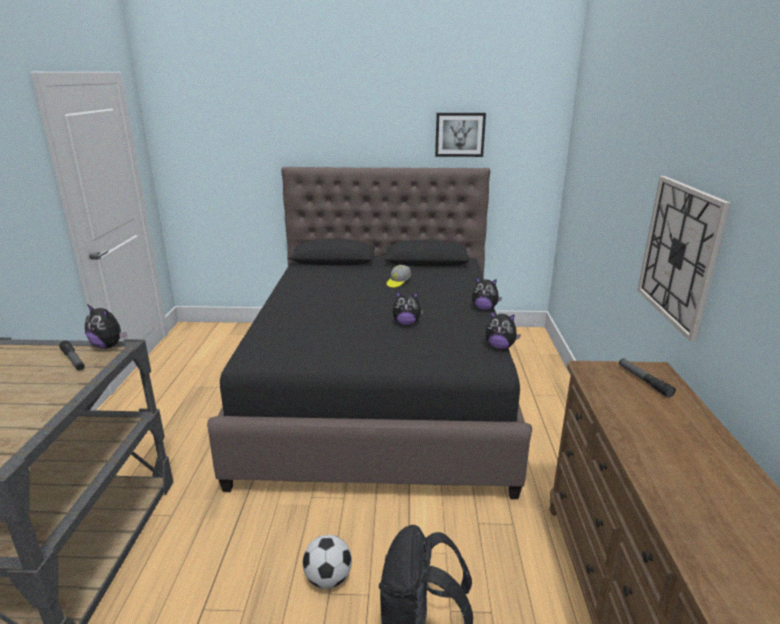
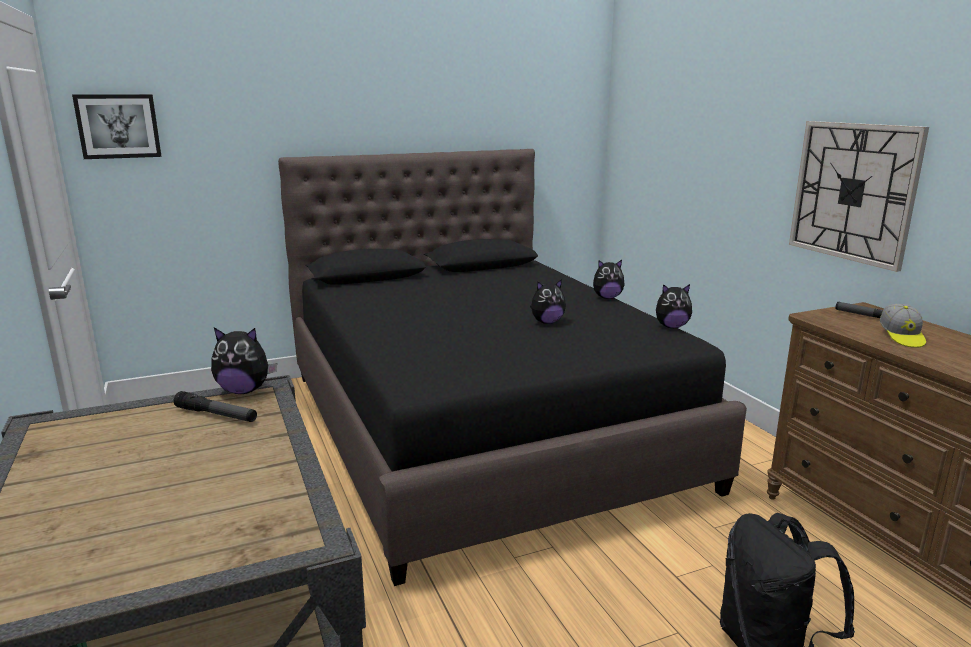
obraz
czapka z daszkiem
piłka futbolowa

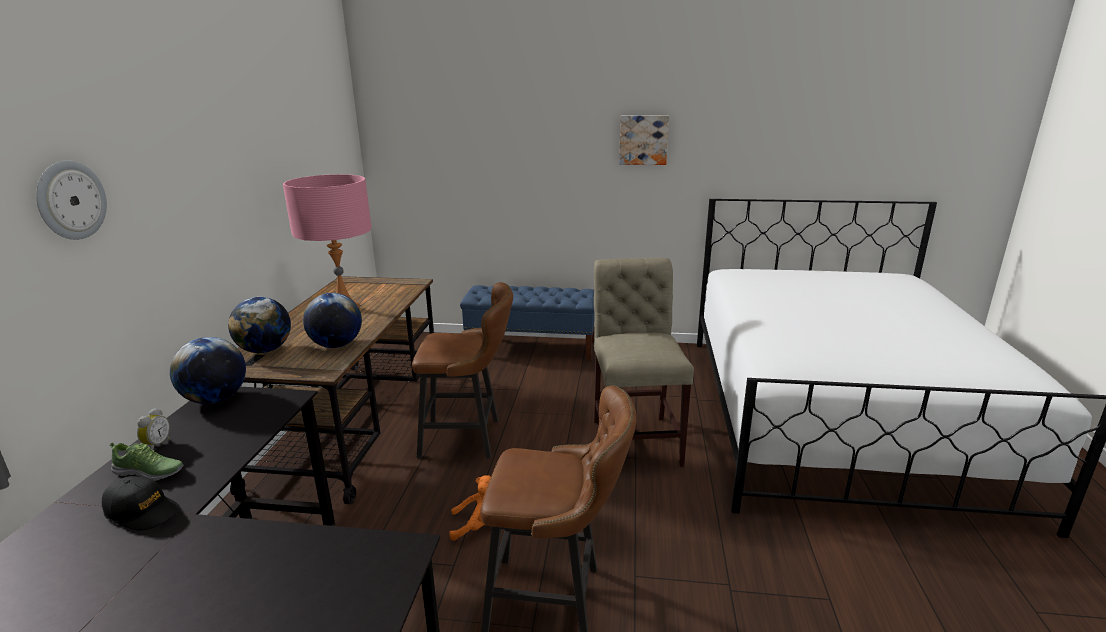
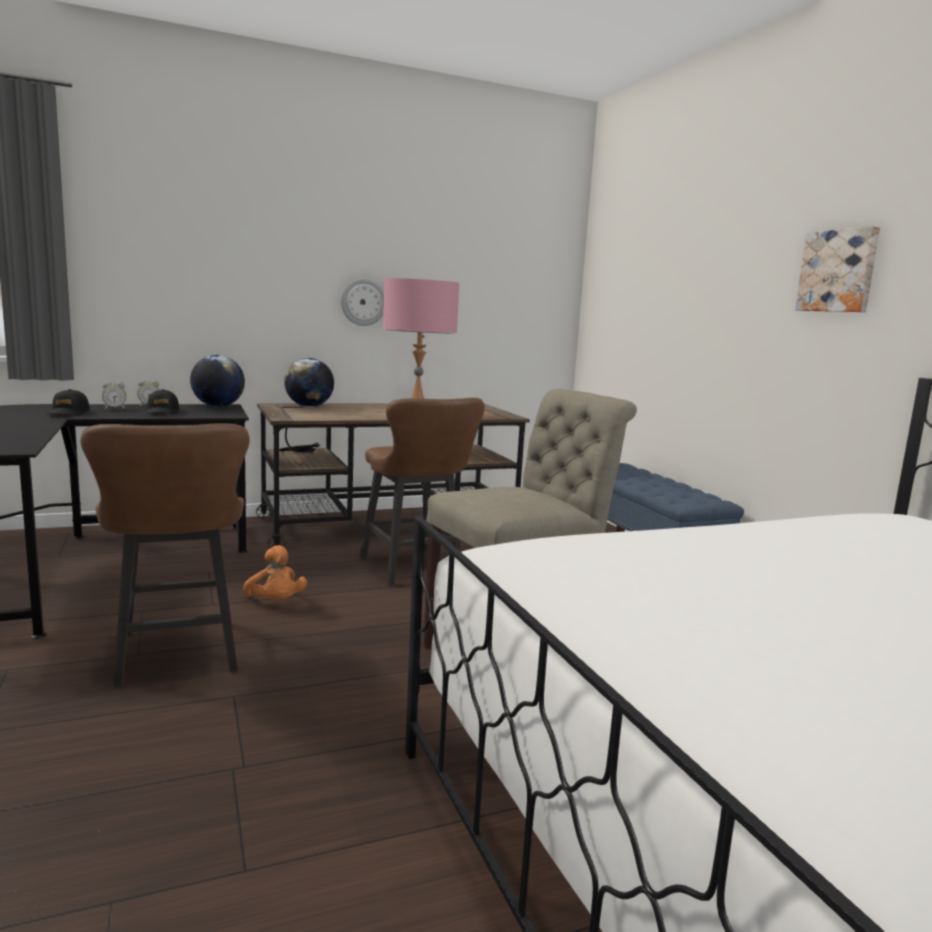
budzik (1st from left)
czapka z daszkiem [czarny] (2nd from left)
zegar ścienny
globus (3rd from left in the first image)

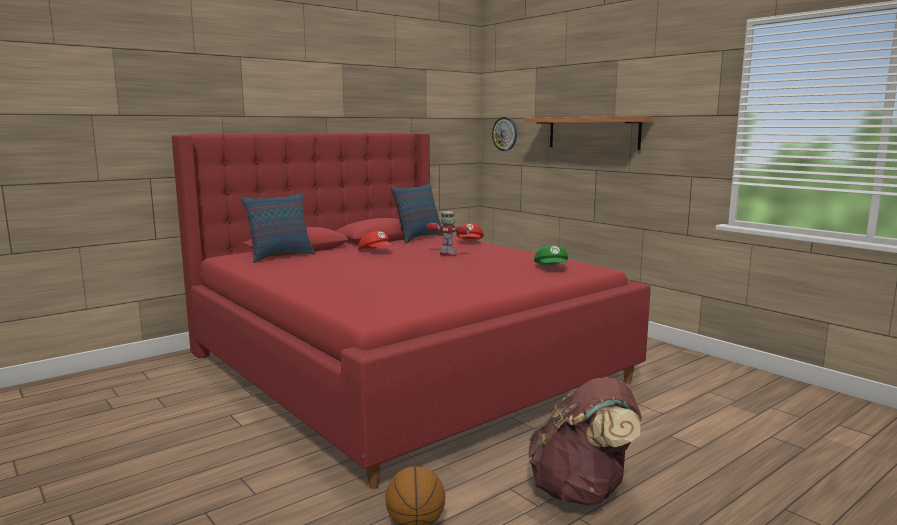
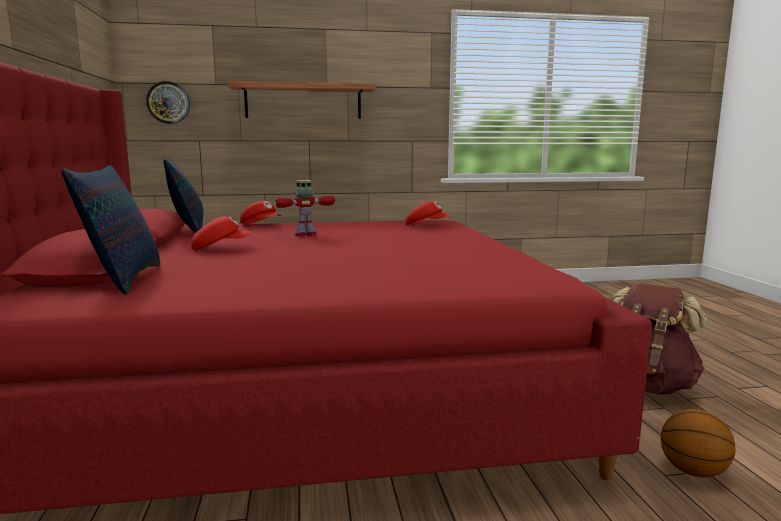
czapka z daszkiem [czerwony] (3rd from left)

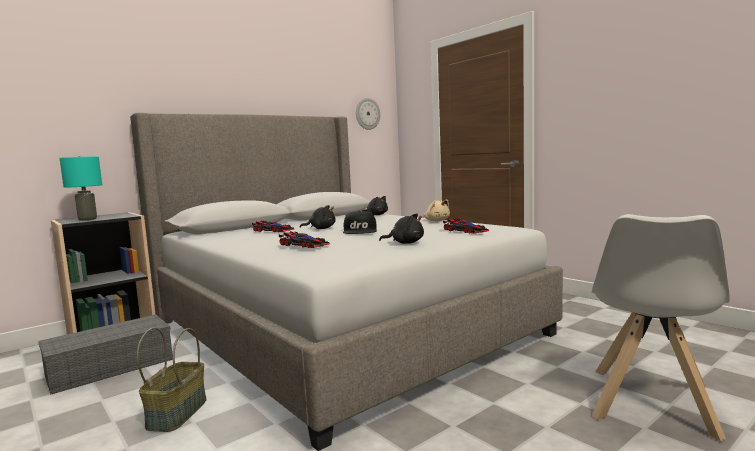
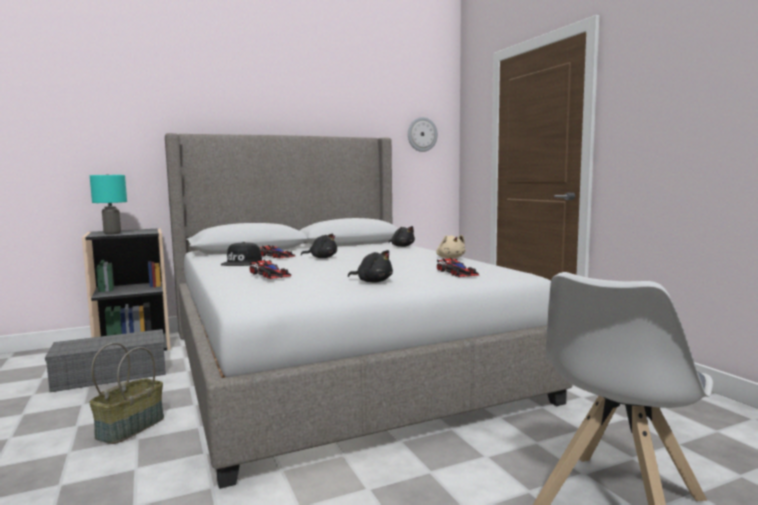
czapka z daszkiem [czarny]

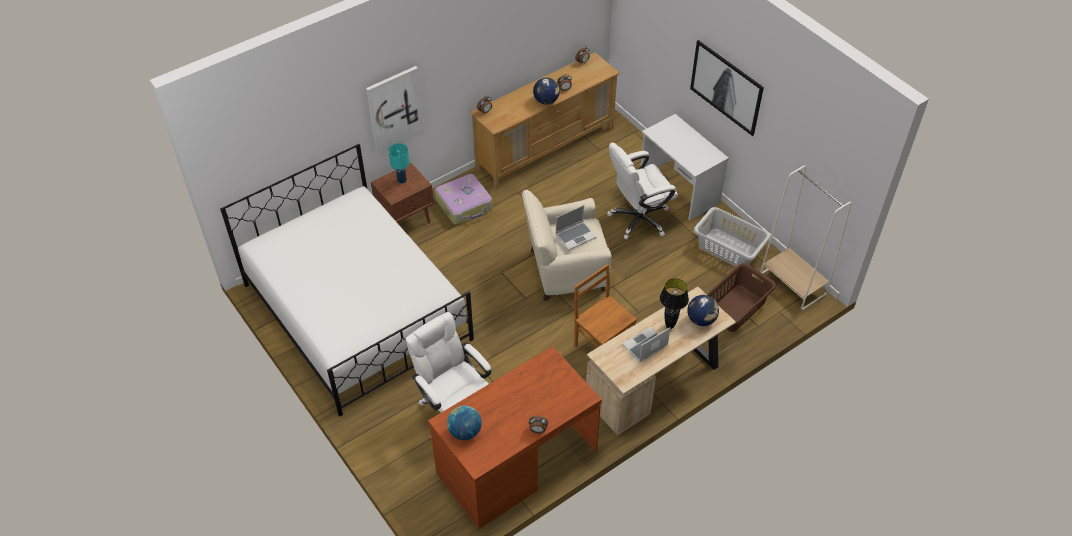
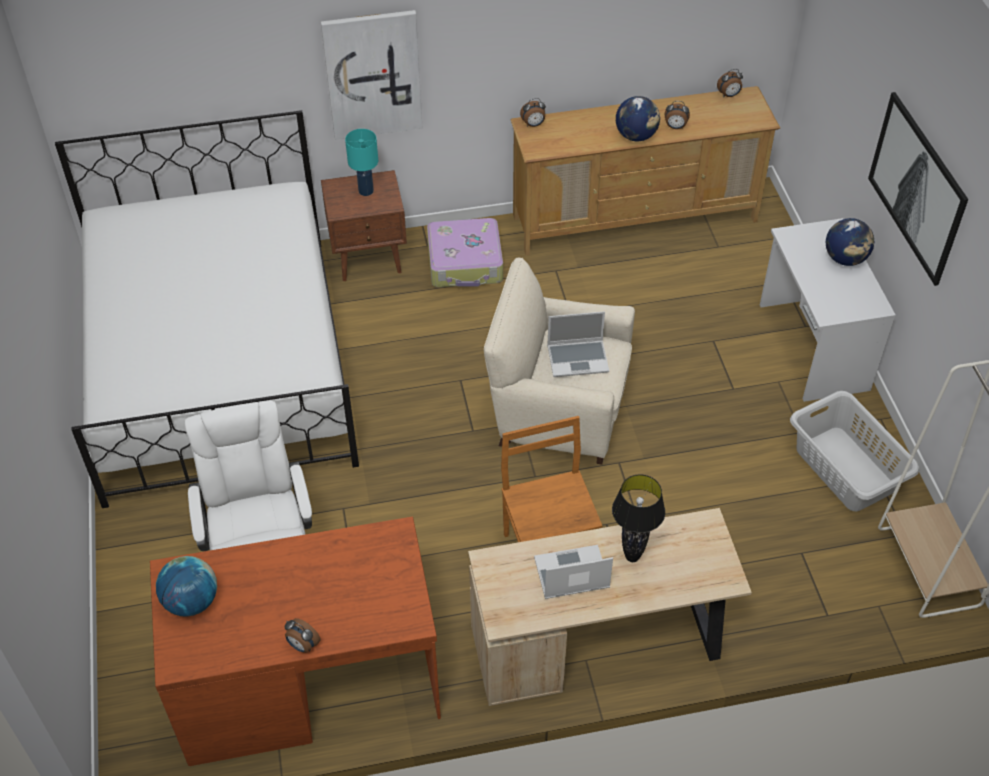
globus (3rd from left)
krzesło biurowe [biały] (2nd from left in the first image)
kosz na pranie [brązowy]

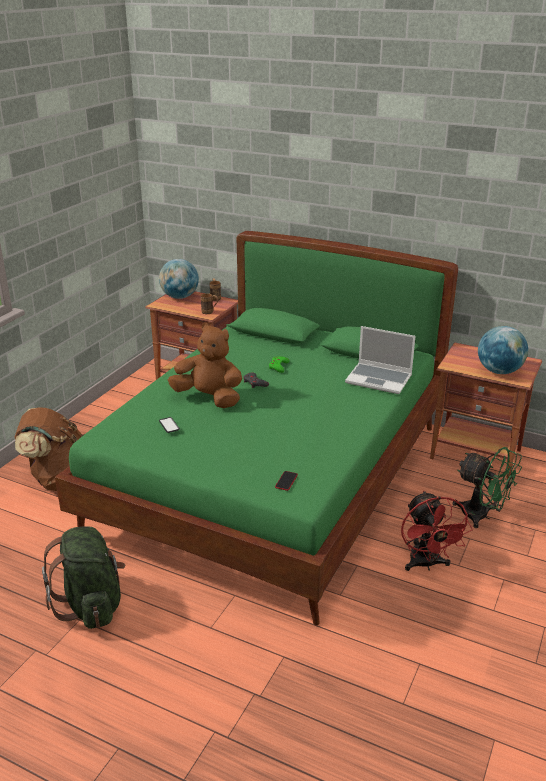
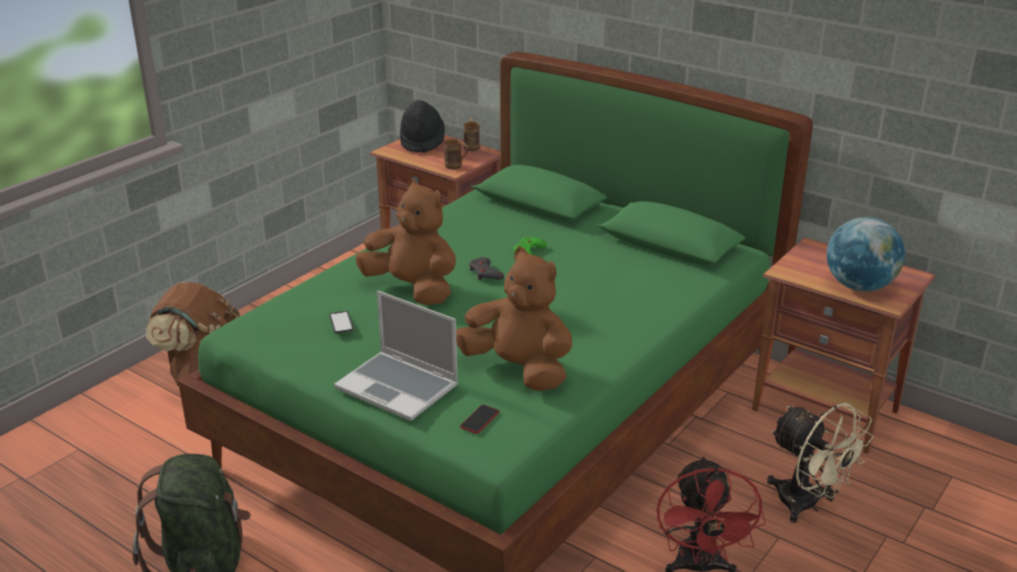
laptop
kapelusz [czarny]
pluszak [brązowy] (2nd from left)
wentylator [beżowy]

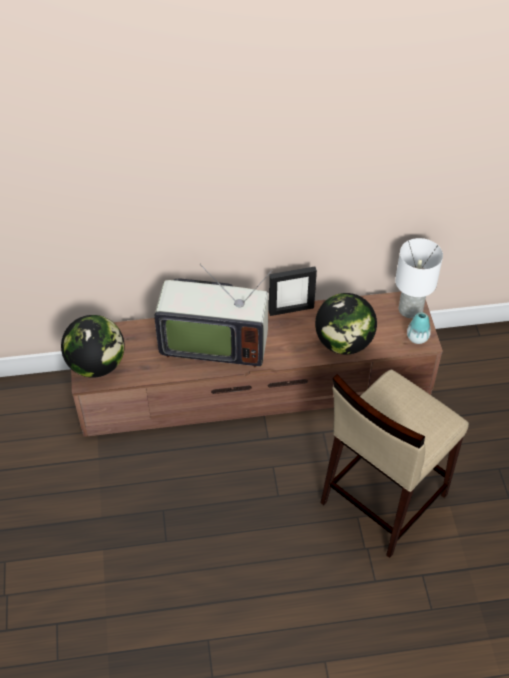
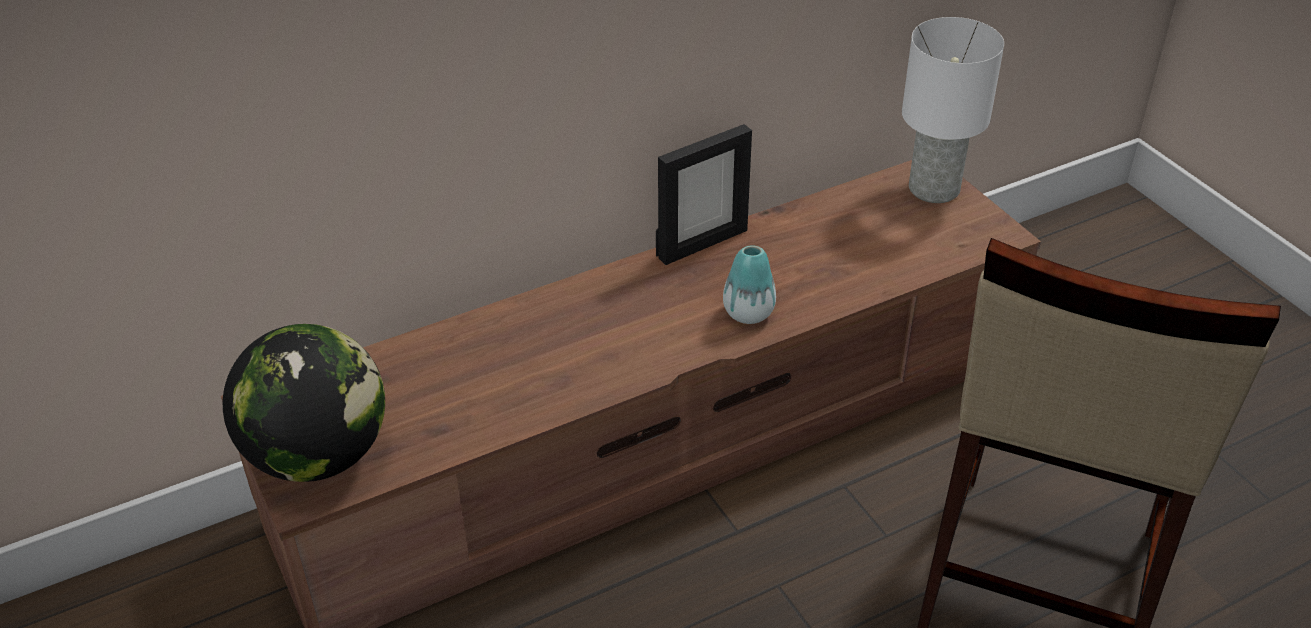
wazon
telewizor
globus (2nd from left in the first image)

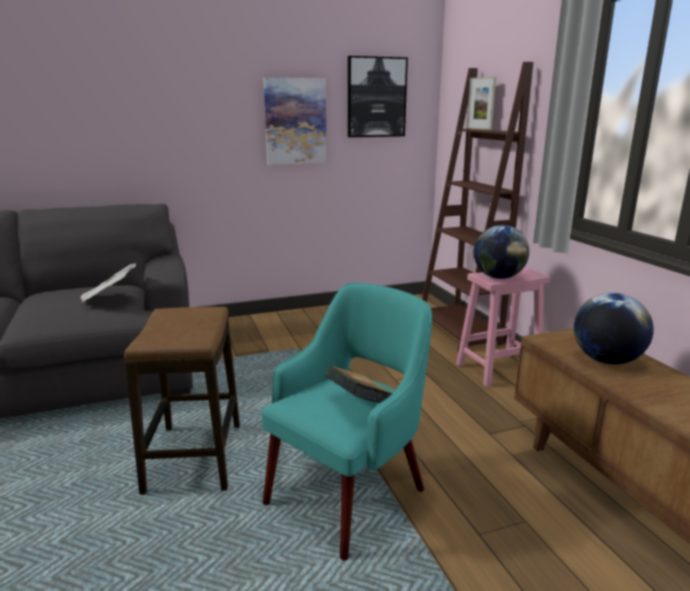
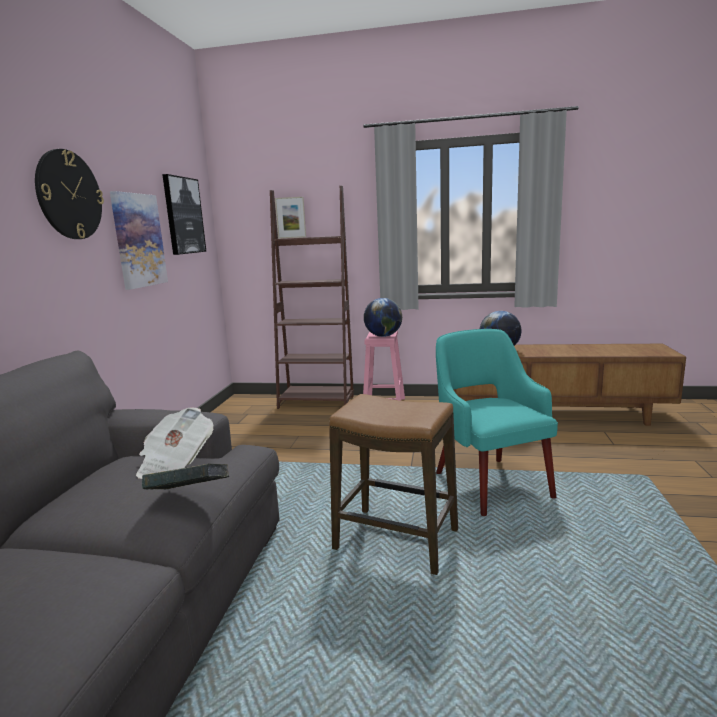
zegar ścienny
książka

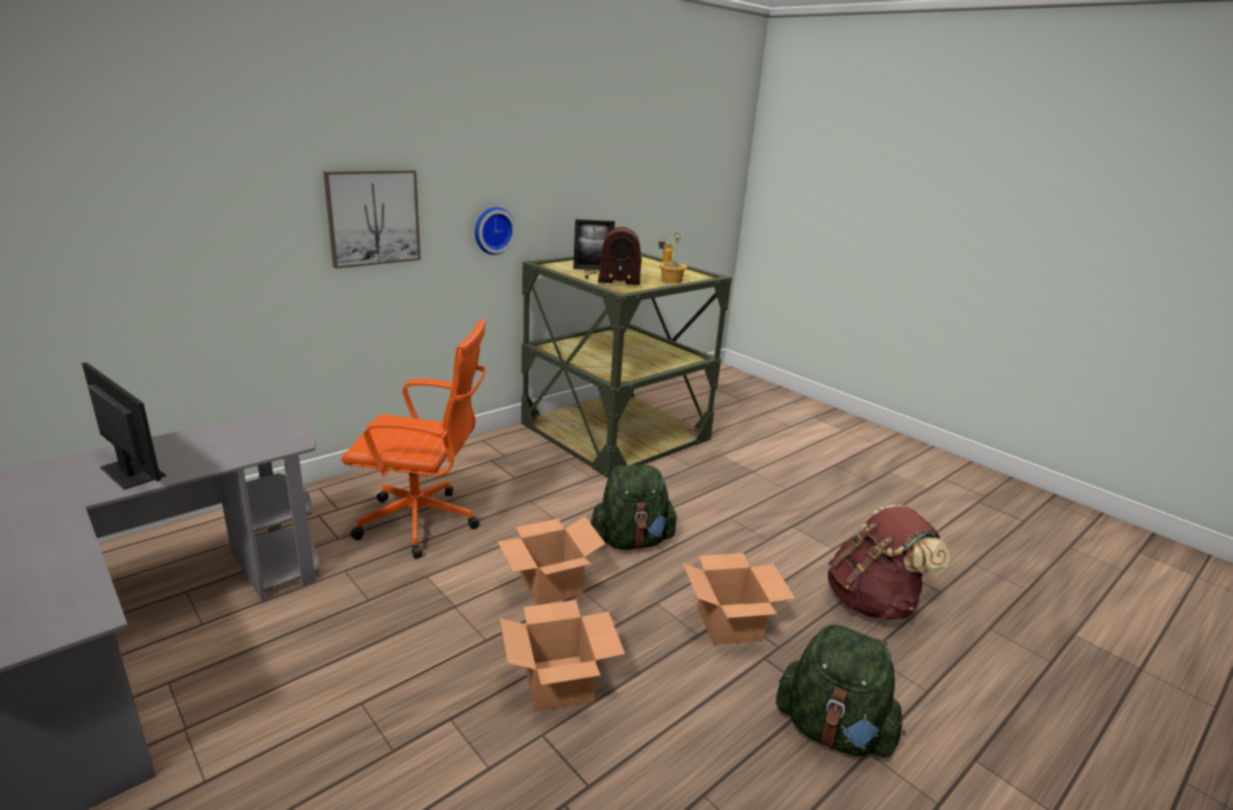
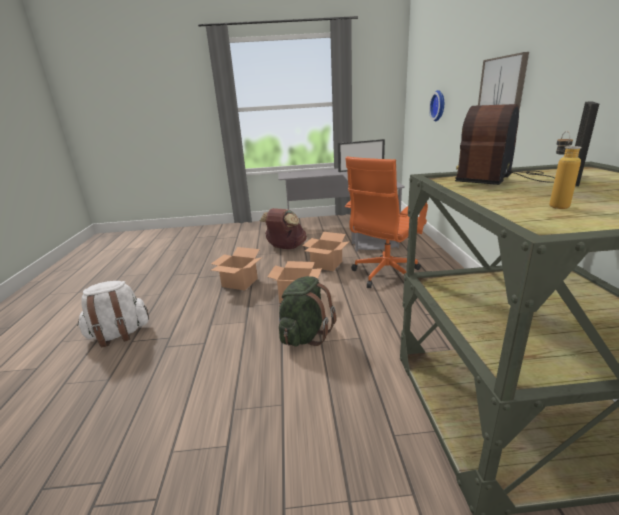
plecak [biały]
plecak [brązowy]
karton (3rd from left)
zegar ścienny
roślina doniczkowa

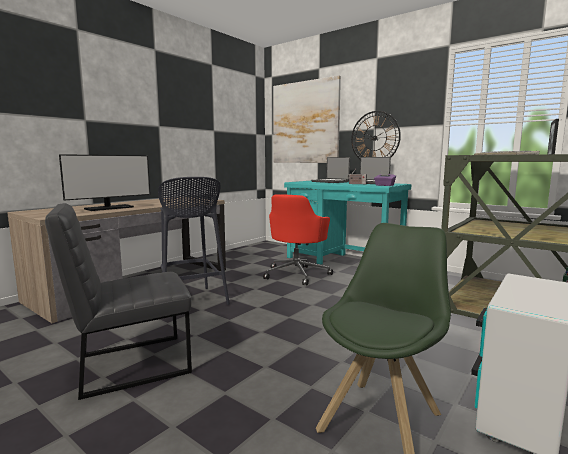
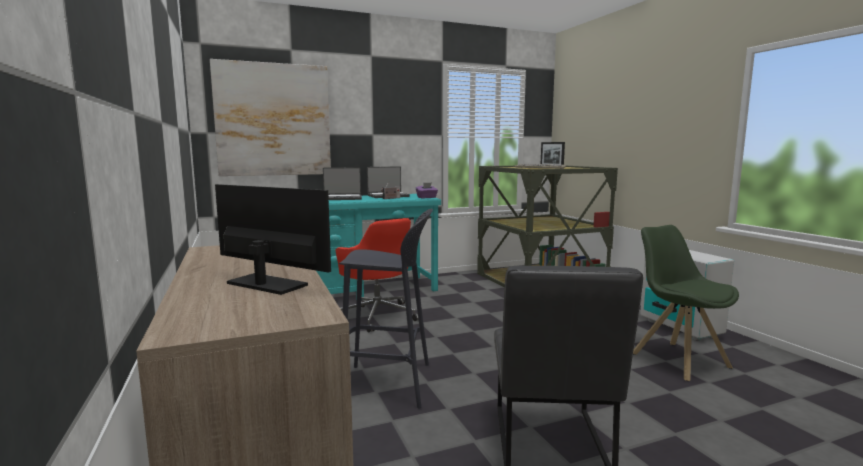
monitor
zegar ścienny

